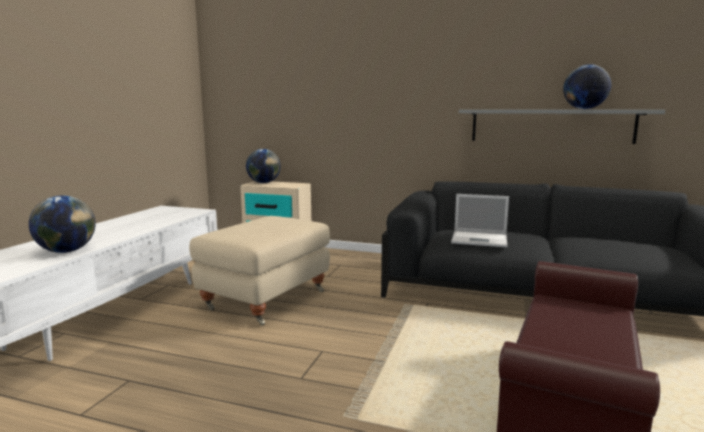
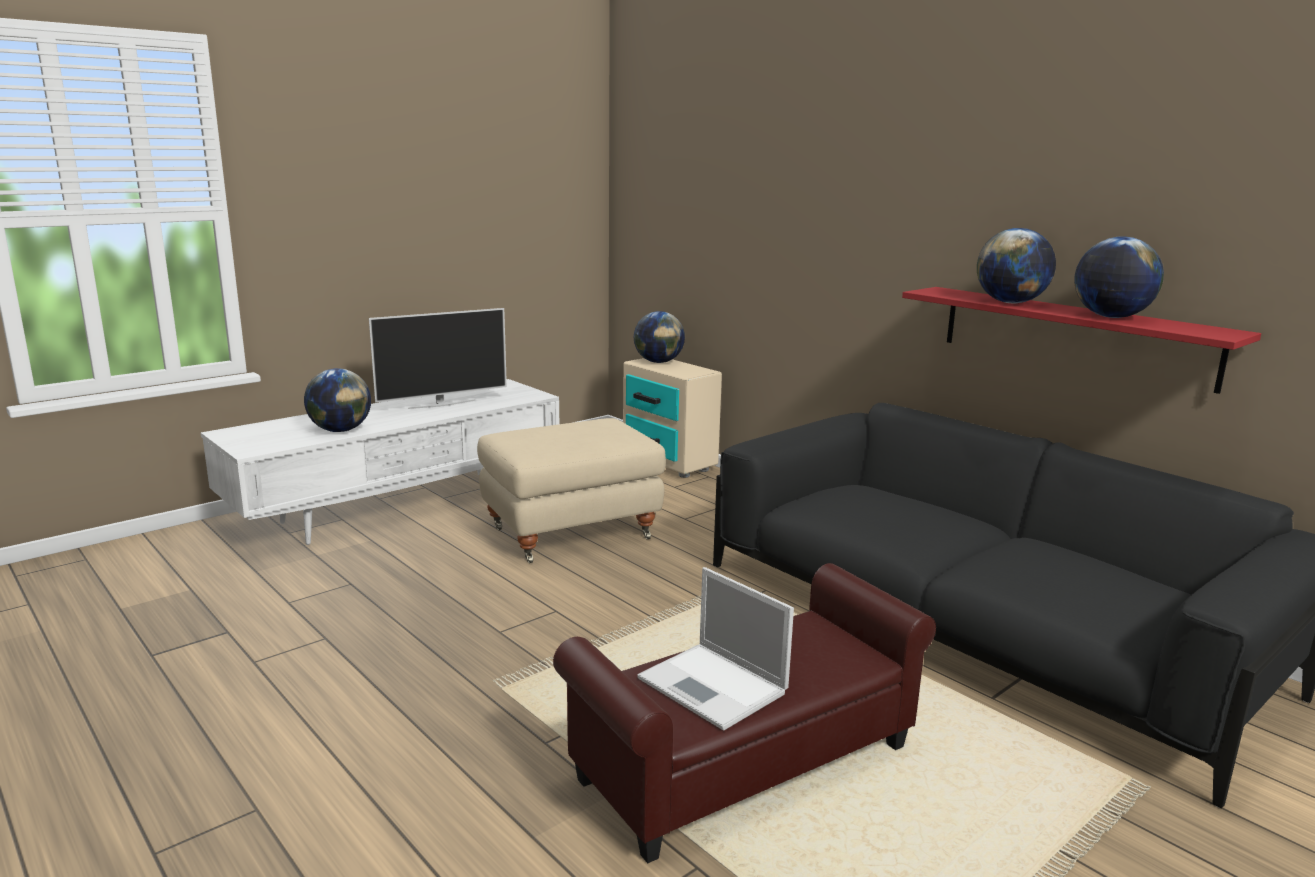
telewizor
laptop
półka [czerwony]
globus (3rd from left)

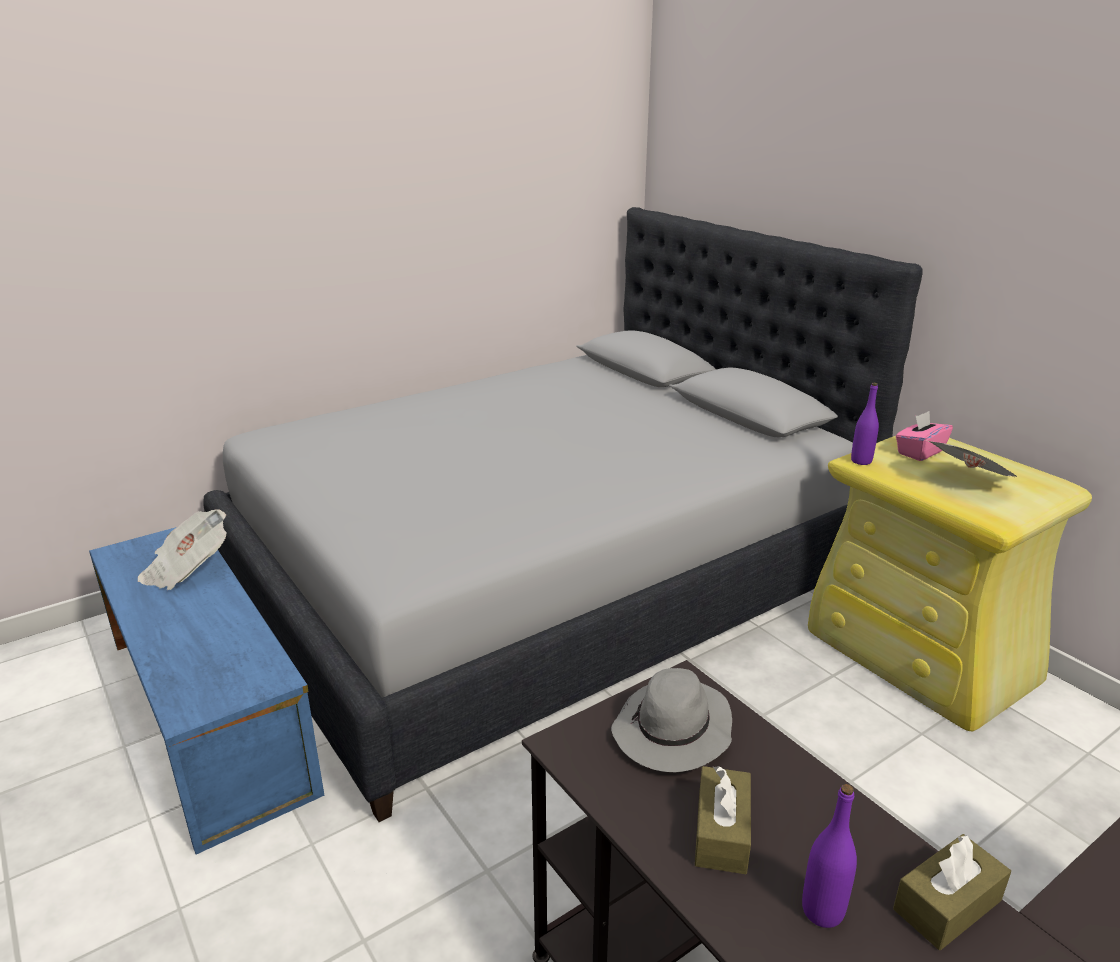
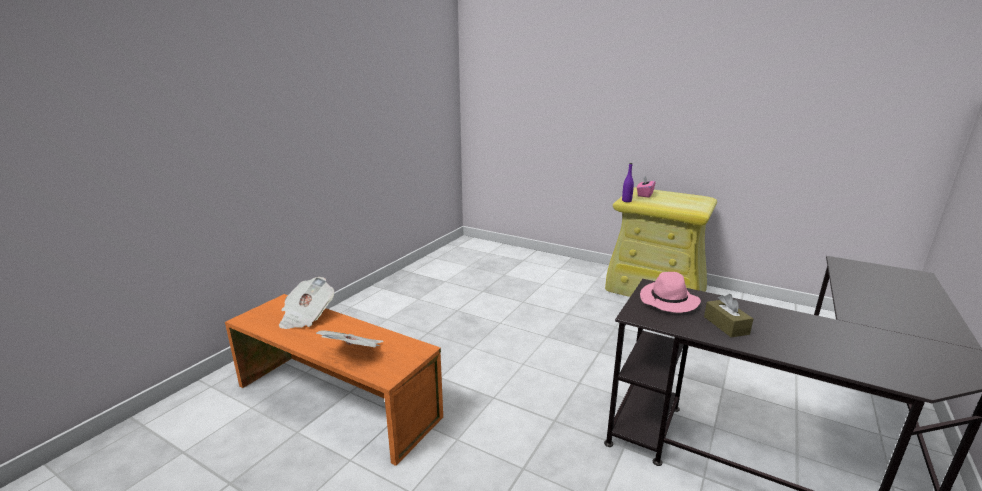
ławka [pomarańczowy]
gazeta (2nd from left)
kapelusz [różowy]
łóżko [szary]
butelka [fioletowy] (1st from left in the first image)
pudełko chusteczek [brązowy] (2nd from left in the first image)

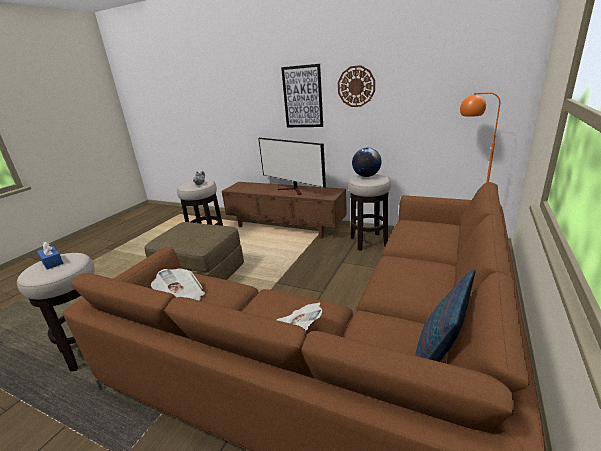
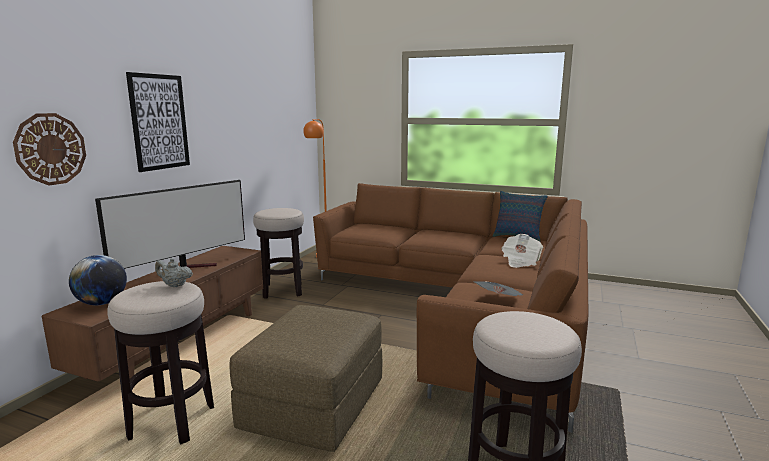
zegar ścienny
globus
pudełko chusteczek [niebieski]

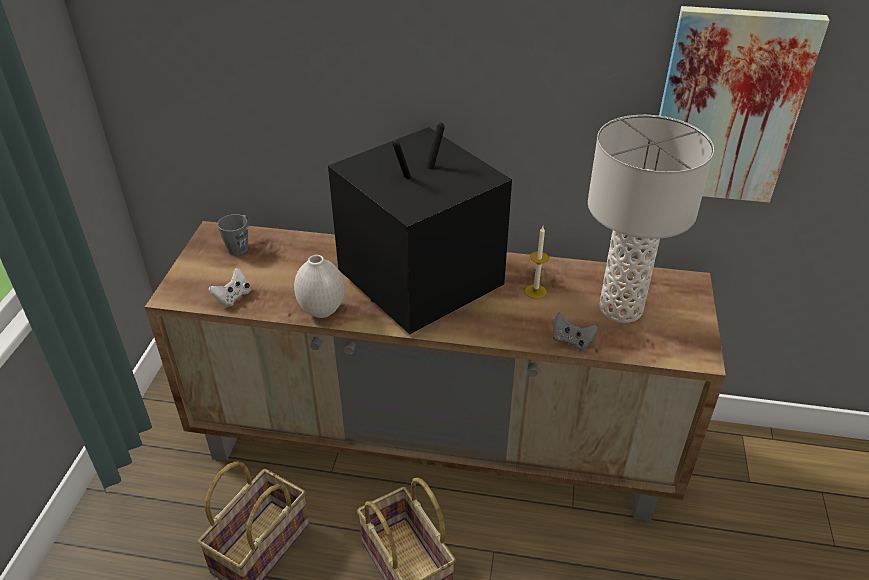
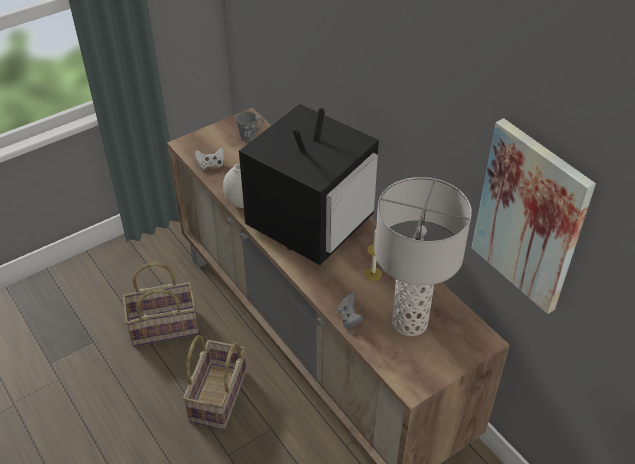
telewizor

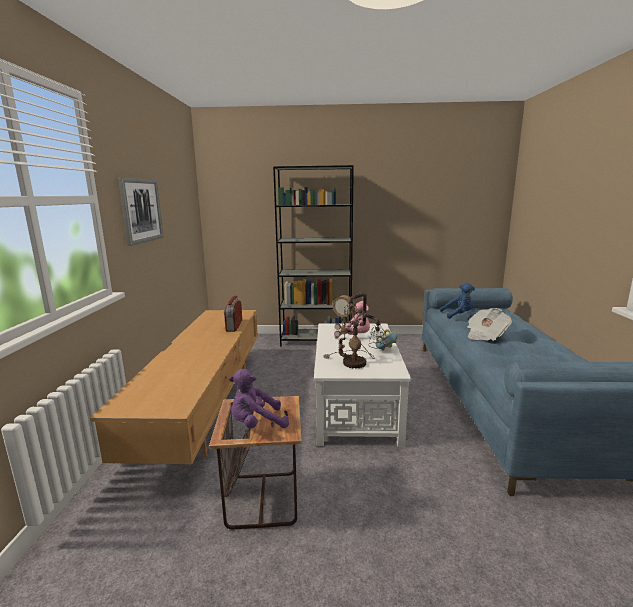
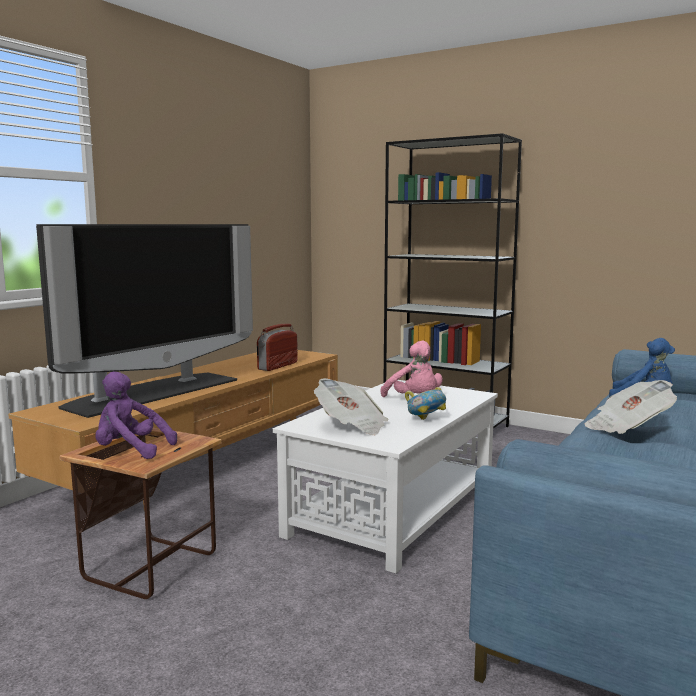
telewizor
gazeta (1st from left)
obraz

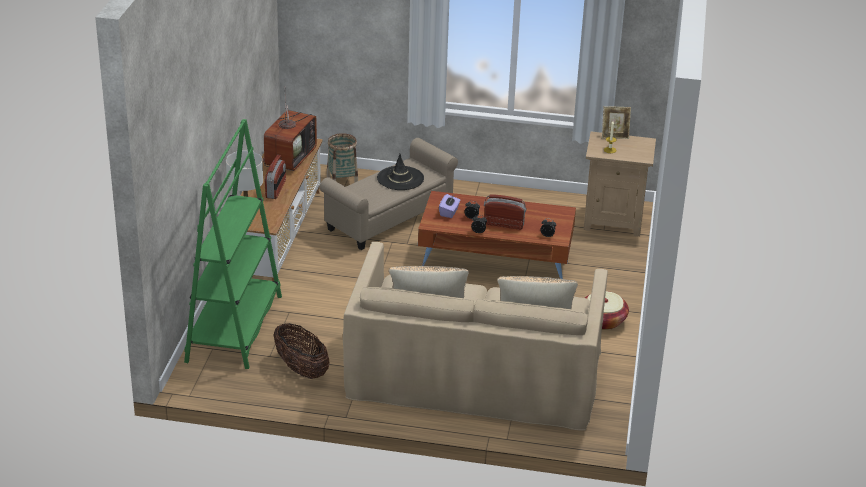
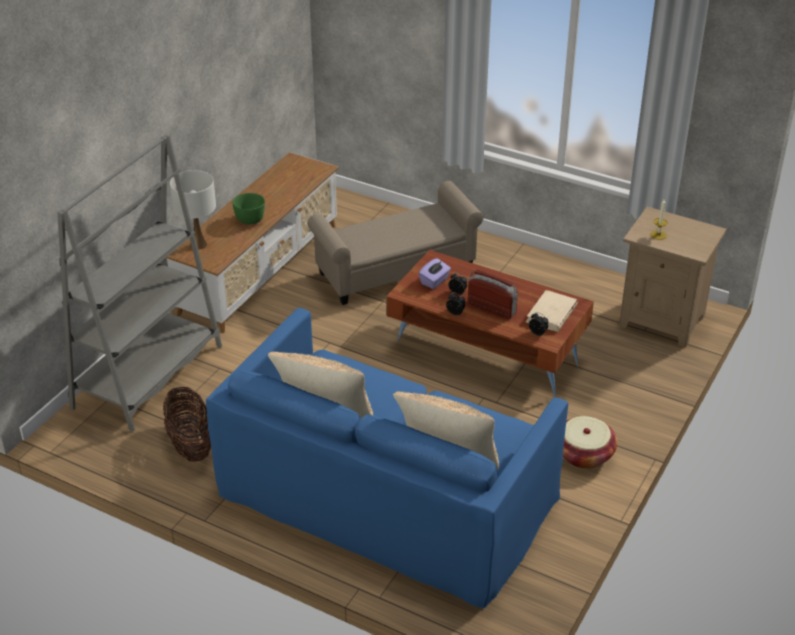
regał [szary]
kanapa [niebieski]
miska [zielony]
książka [beżowy]
telewizor
koszyk (2nd from left in the first image)
kapelusz [czarny]
ramka na zdjęcie

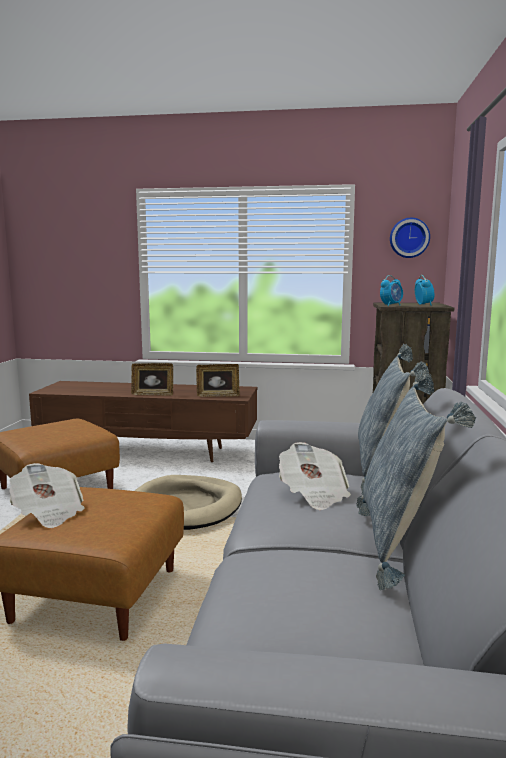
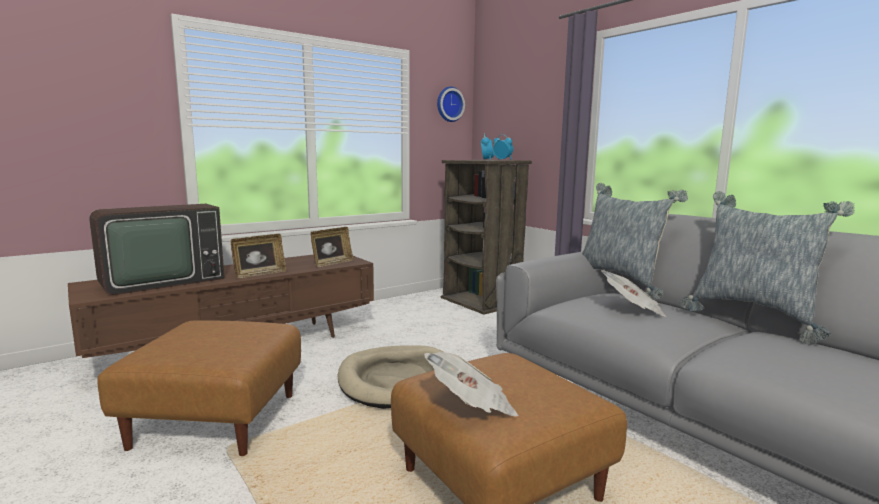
telewizor

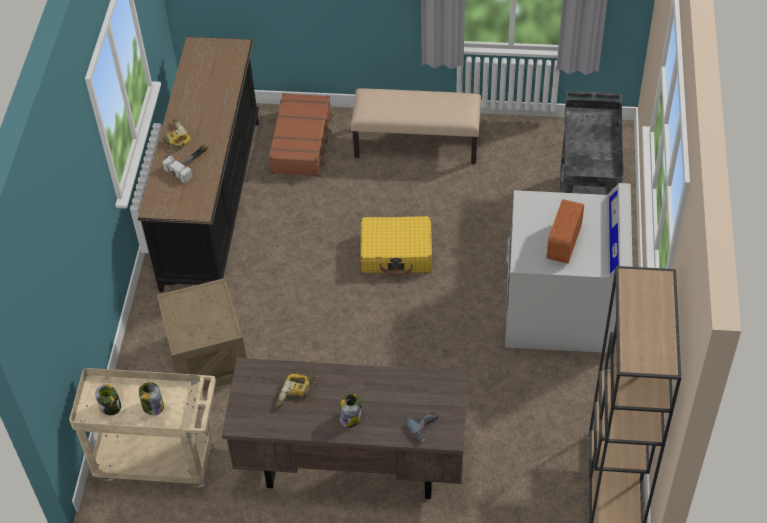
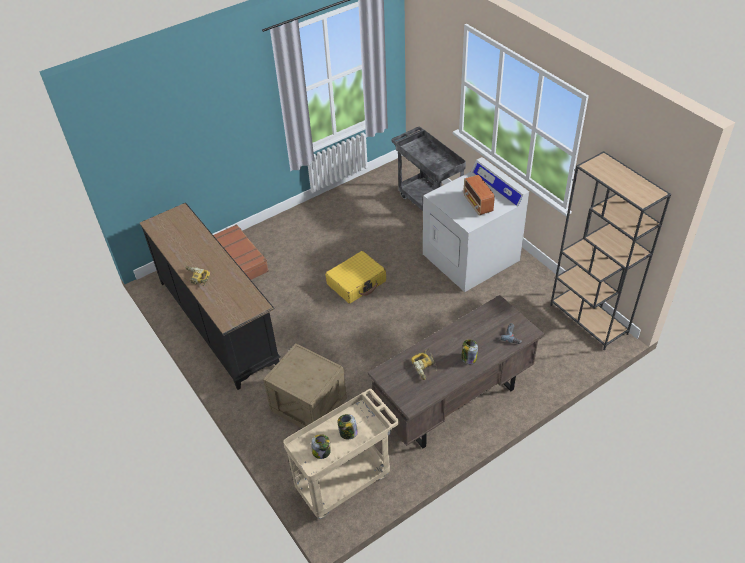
młotek
ławka [beżowy]

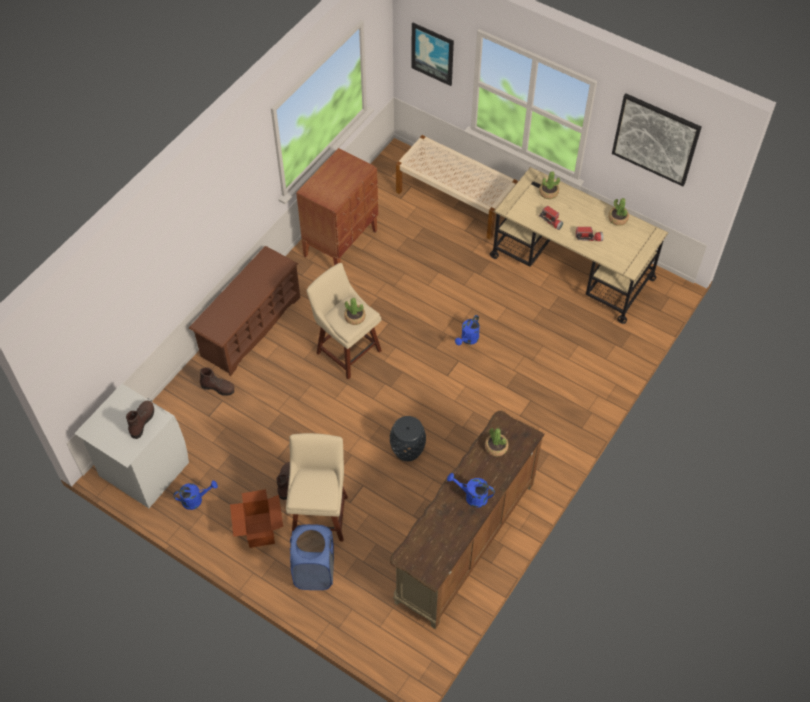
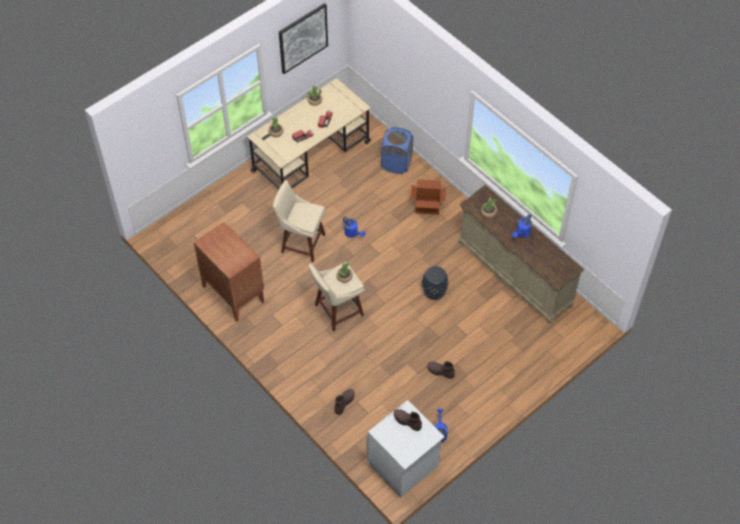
stołek [beżowy] (1st from left)
kosz na pranie [niebieski]
karton
regał na buty [brązowy]
ławka [beżowy]
obraz (1st from left in the first image)

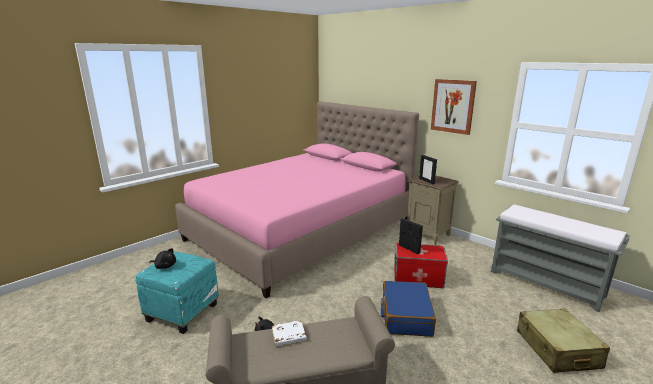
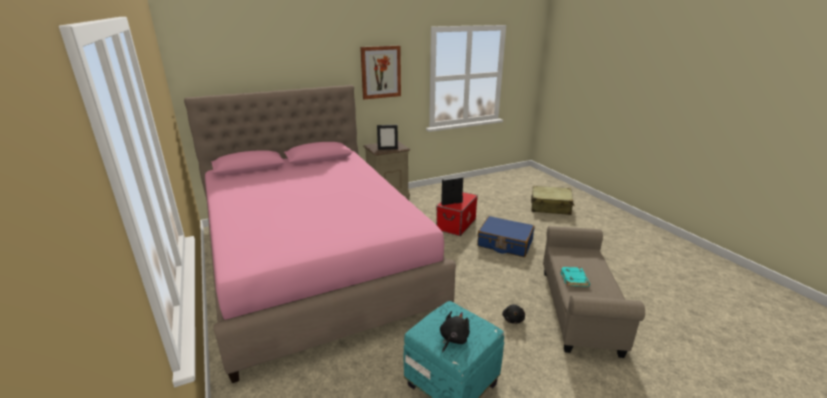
książka [turkusowy]
ławka [szary]

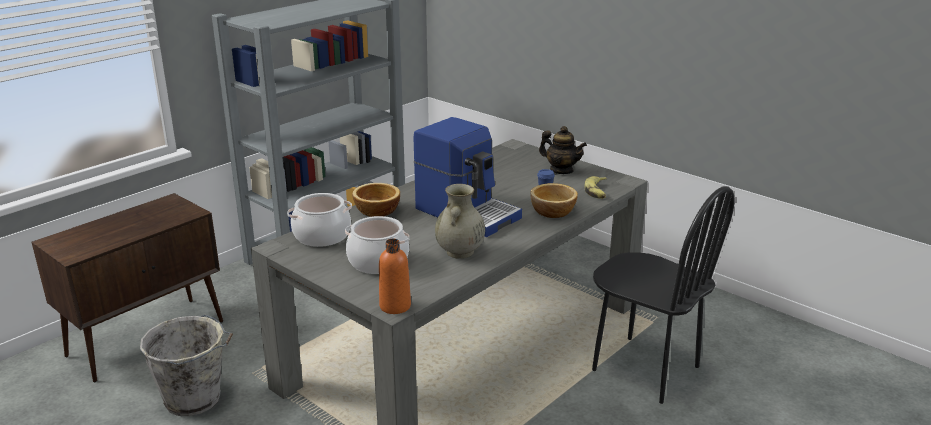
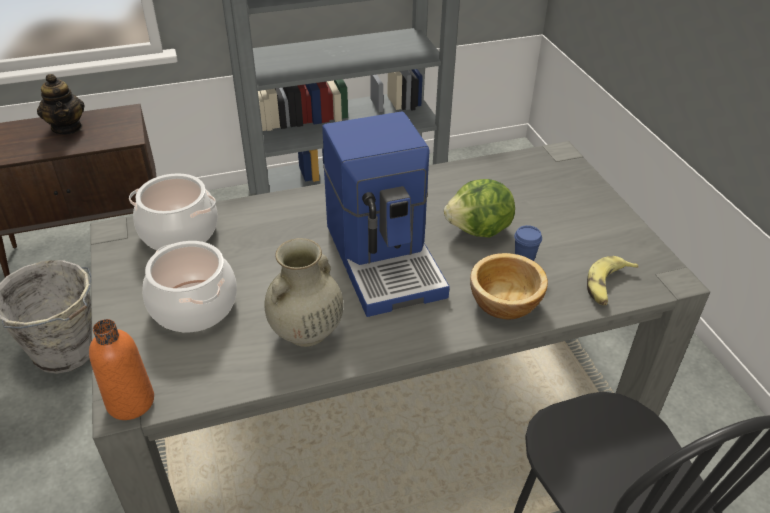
imbryk
sałata
miska (1st from left in the first image)

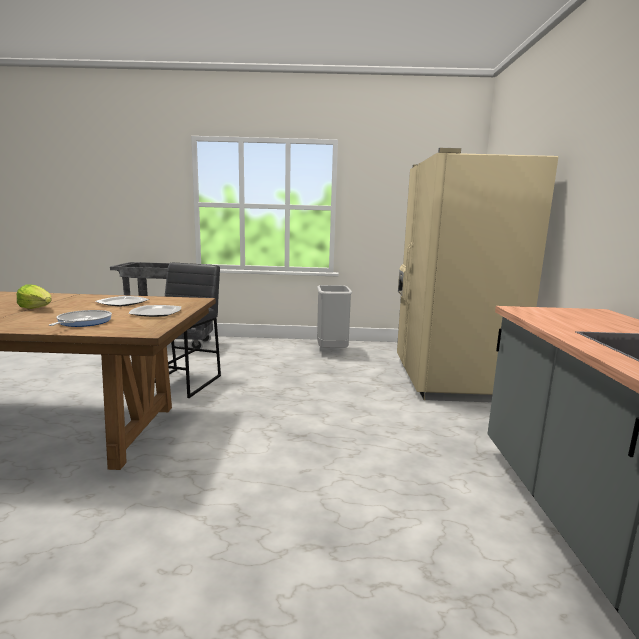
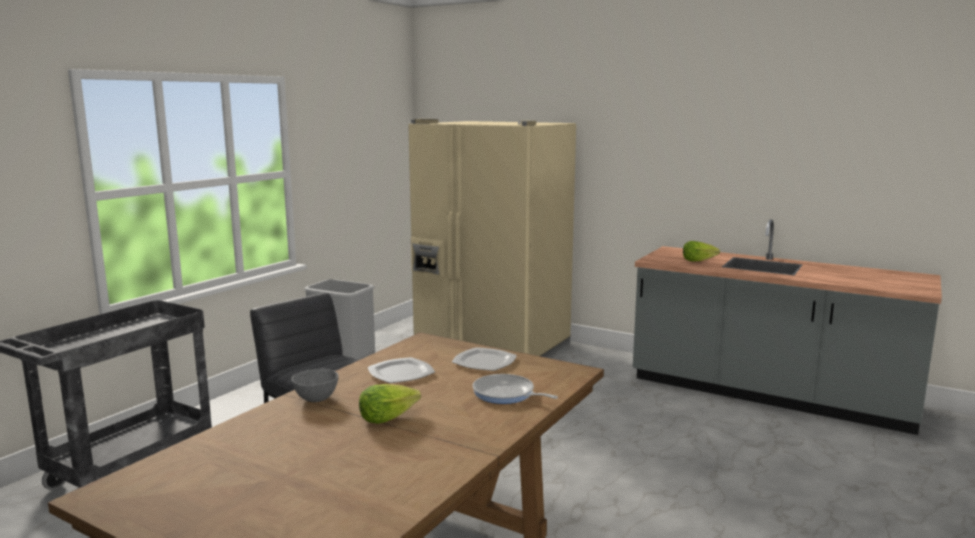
miska [szary]
sałata (2nd from left)

